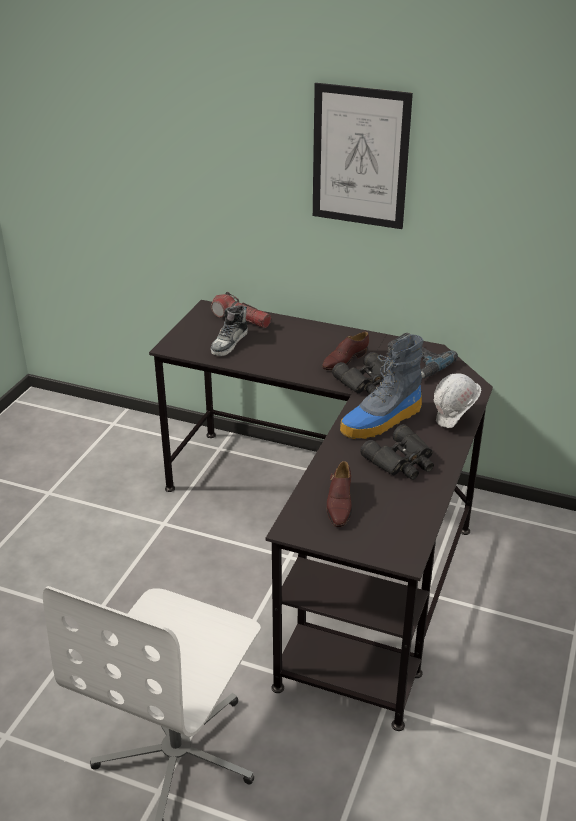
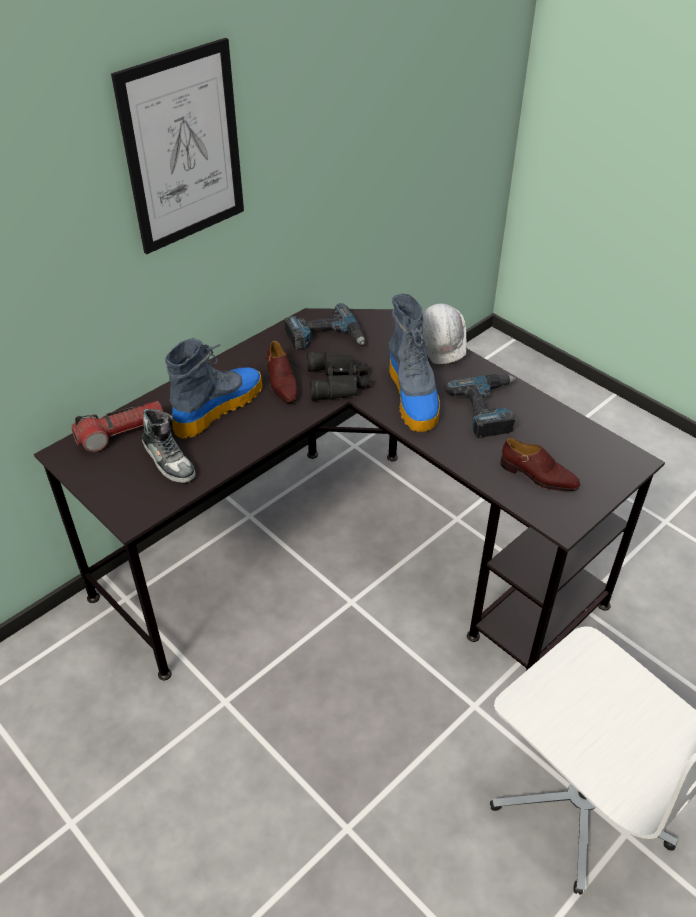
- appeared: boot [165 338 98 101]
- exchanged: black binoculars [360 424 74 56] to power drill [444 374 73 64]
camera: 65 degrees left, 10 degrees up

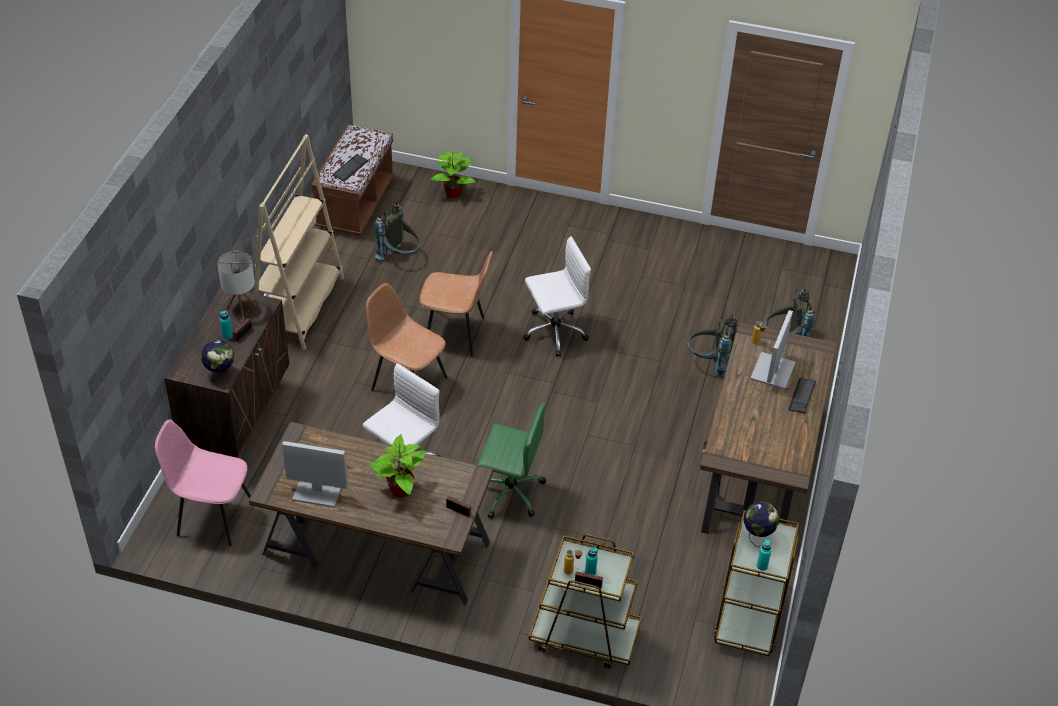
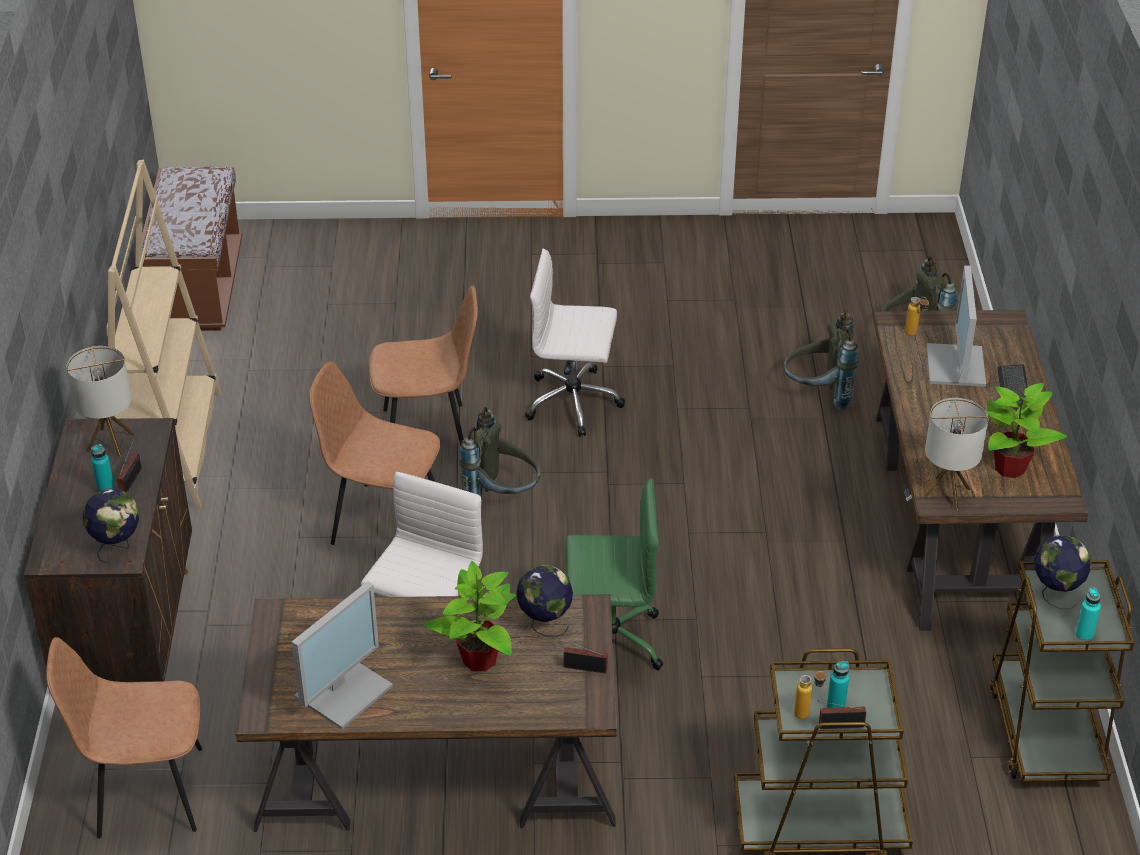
- missing: keyboard [333 154 35 28]
- appeared: globe [517 565 56 72]
- appeared: table lamp [923 398 65 112]
- relocated: grey backpack [374 202 47 58] to [459 407 81 89]
- relocated: potted plant [431 150 45 49] to [987 383 80 95]
- colour: pink chair [155 420 96 126] to brown chair [46 637 156 201]
- spun: monitor [282 441 66 66] = [292 581 101 148] 135 degrees clockwise
- spun: white office chair [523 236 68 121] = [525 249 100 188] 135 degrees counterclockwise
camera: 15 degrees left, 5 degrees down

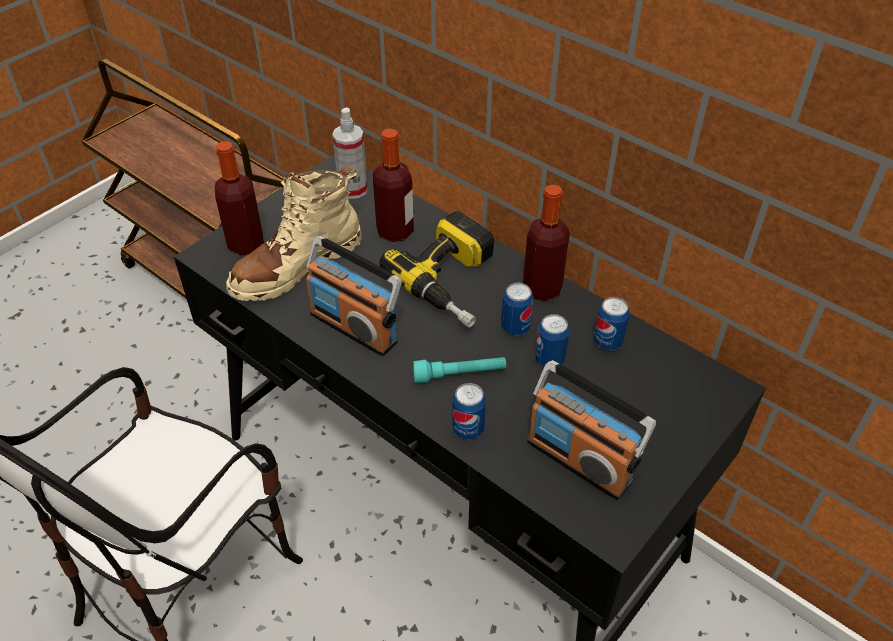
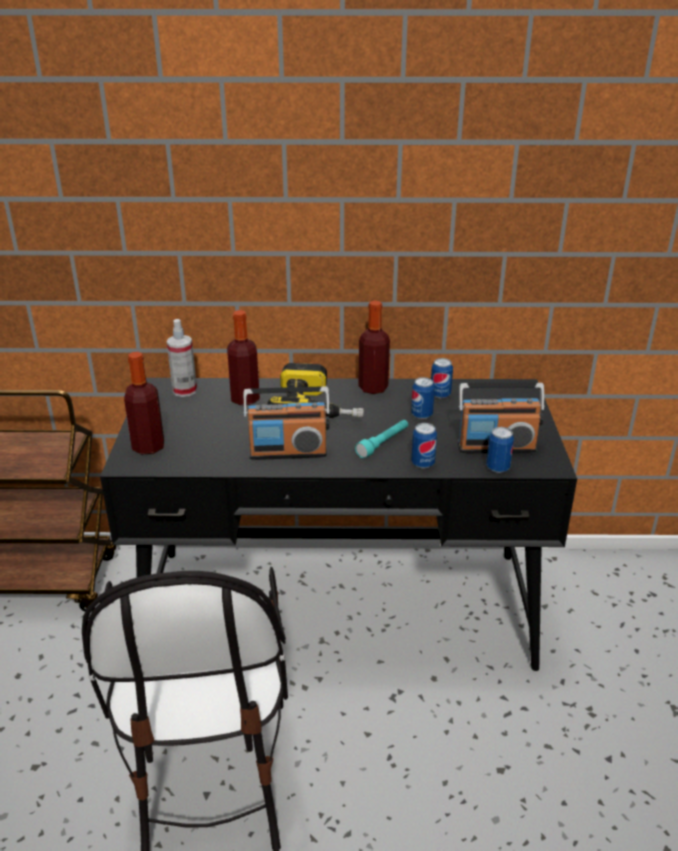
- missing: beige boot [226 167 136 134]
- relocated: can [501 282 32 54] to [486 427 28 46]
camera: 40 degrees left, 15 degrees down

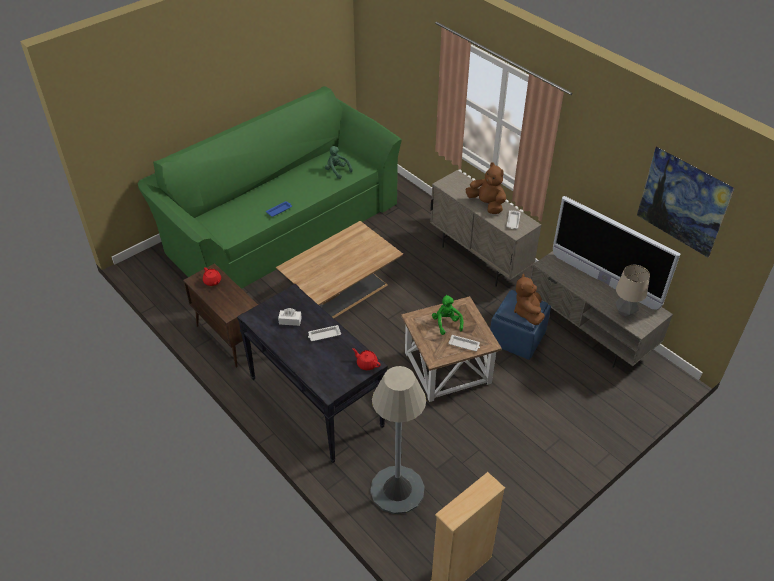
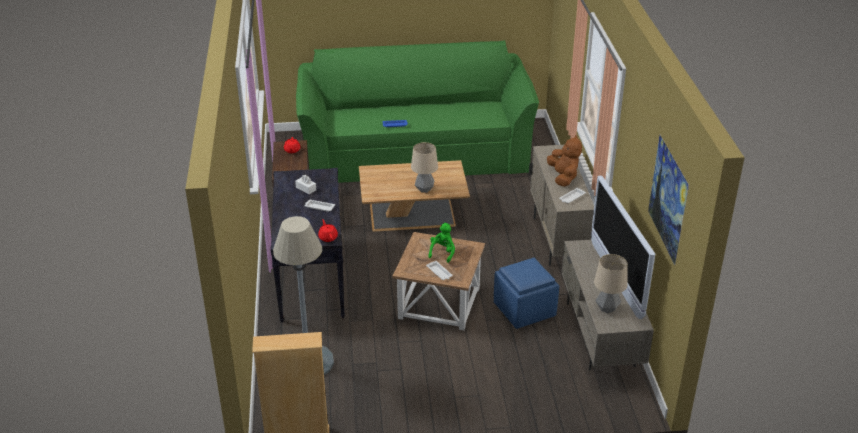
- missing: green plush toy [325 146 28 33]
- missing: brown plush toy [514 274 31 51]
- appeared: table lamp [411 142 27 51]
camera: 35 degrees right, 10 degrees down

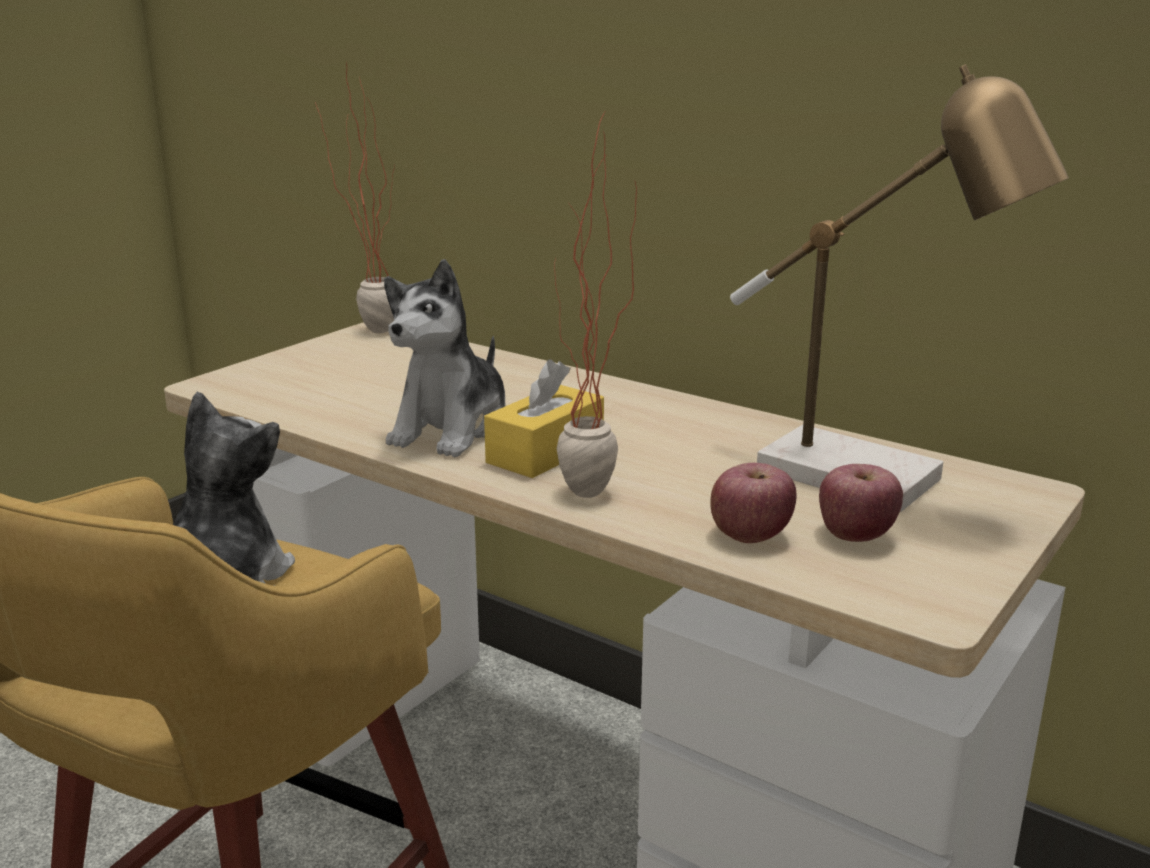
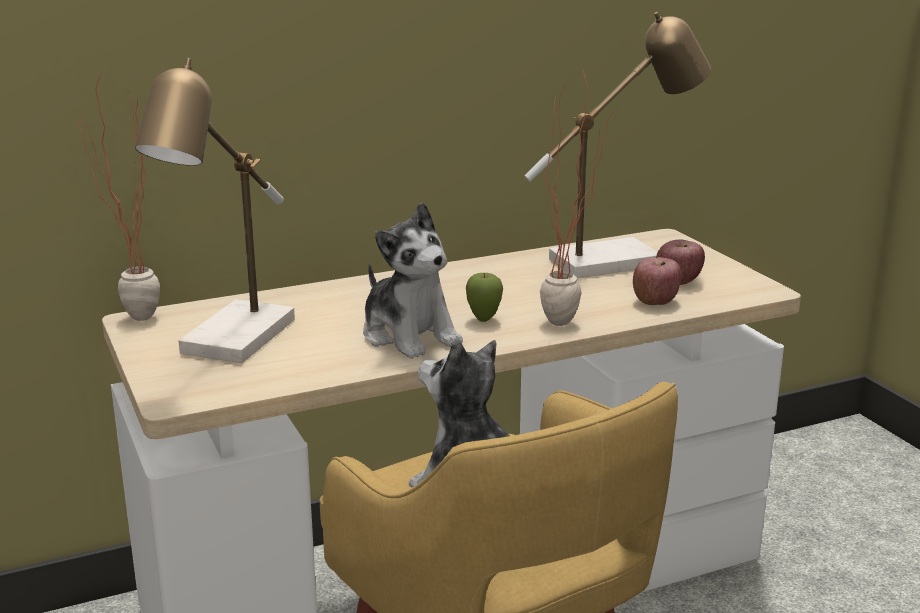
- appeared: table lamp [135 58 160 305]
- exchanged: yellow tissue box [484 359 120 119] to apple [466 273 37 49]
camera: 60 degrees left, 0 degrees up

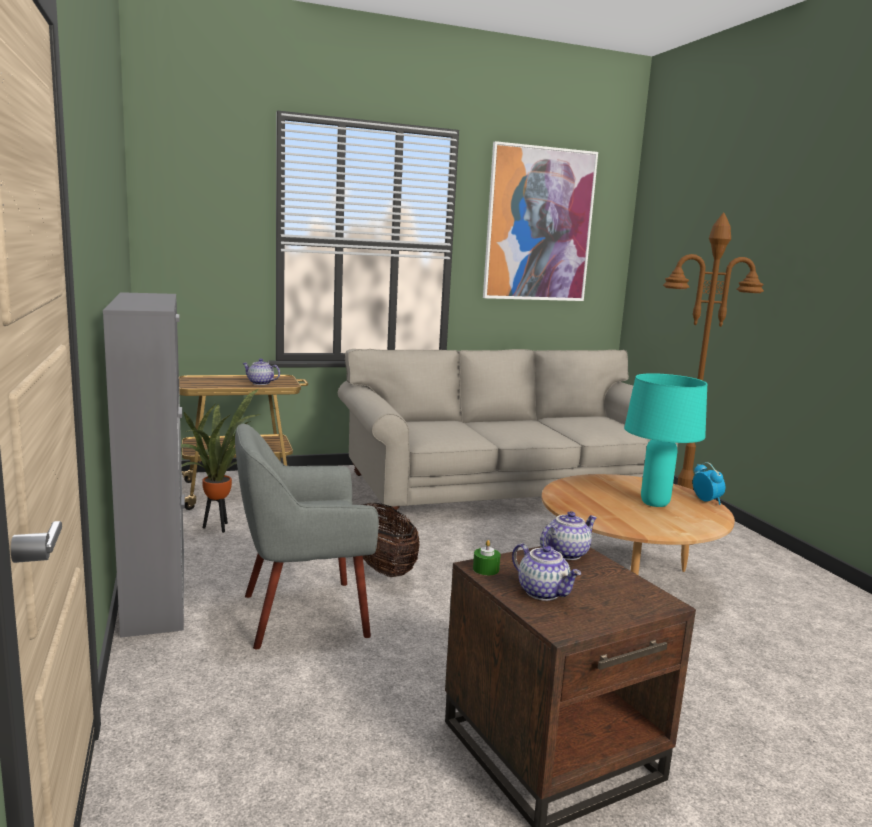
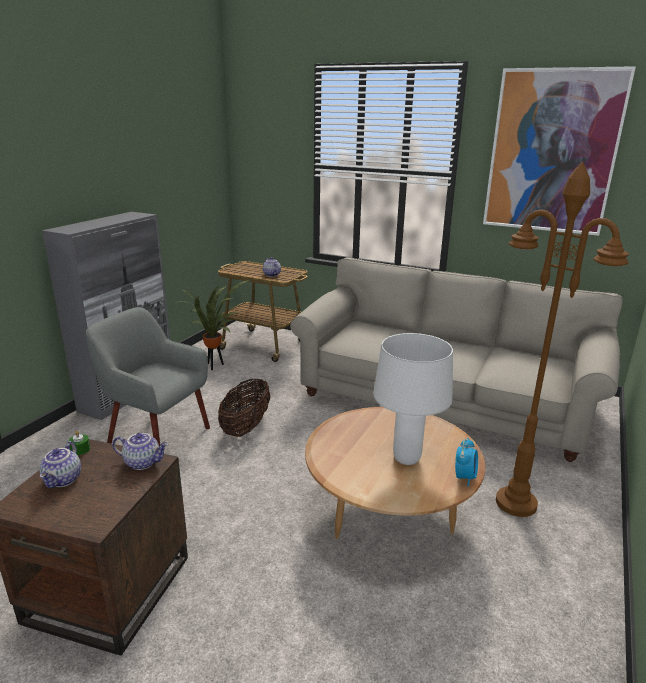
- colour: turquoise table lamp [624 373 83 134] to white table lamp [373 333 80 132]
camera: 45 degrees right, 10 degrees up

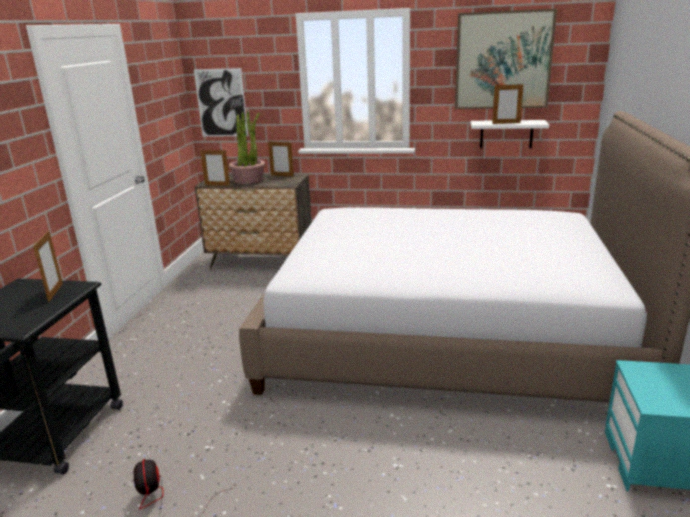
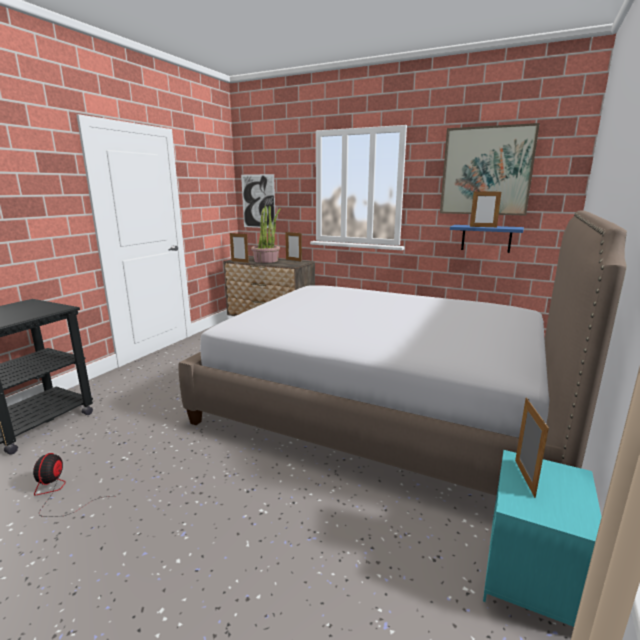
- relocated: picture frame [33 230 30 72] to [515 398 34 100]
- colour: white shelf [471 120 78 28] to blue shelf [450 225 74 28]
camera: 15 degrees right, 5 degrees down

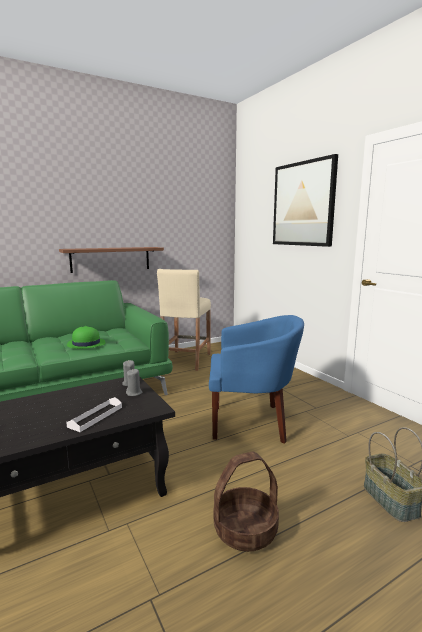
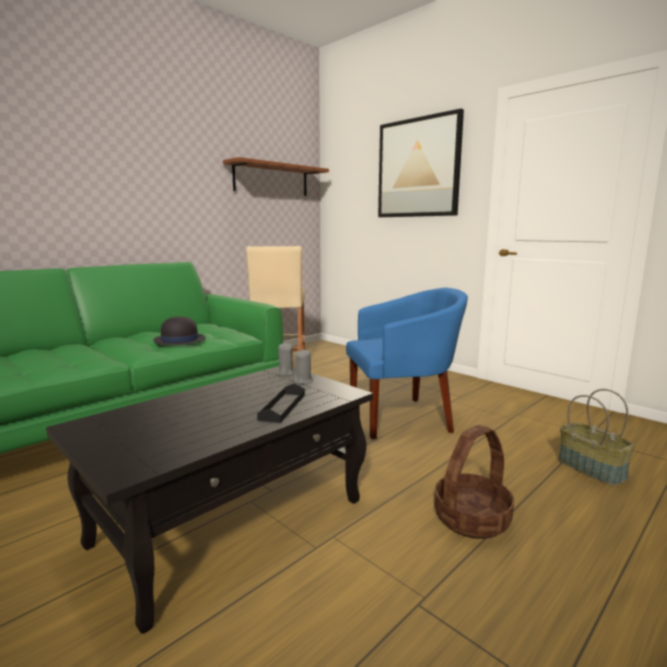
- relocated: brown shelf [59 247 105 26] to [223 157 106 39]
- colour: white tray [66 397 56 35] to black tray [257 383 48 40]
- colour: green hat [67 326 38 23] to black hat [154 316 52 29]
camera: 15 degrees left, 0 degrees up

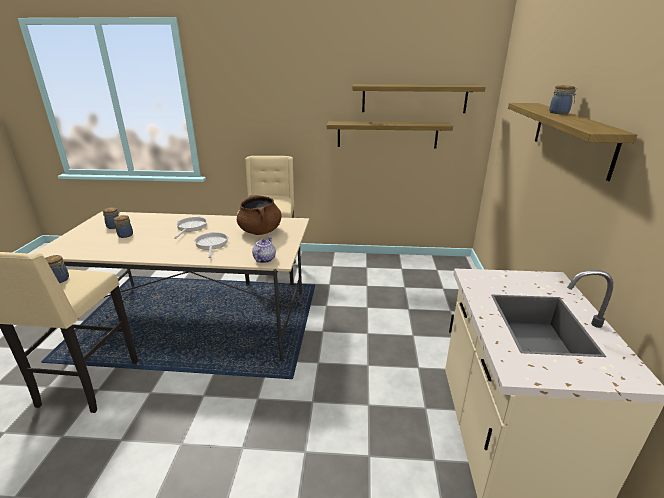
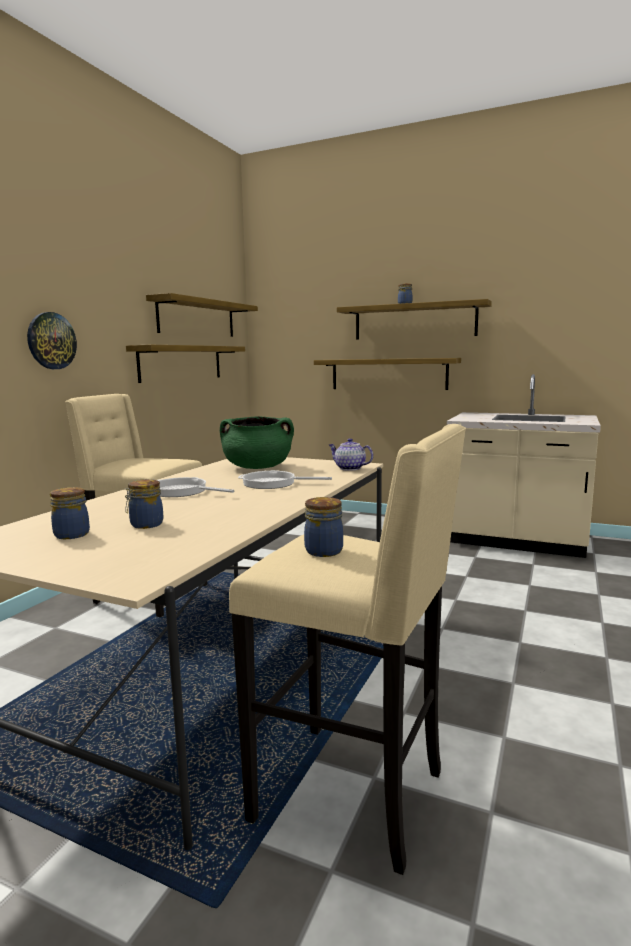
- appeared: wall clock [27 312 50 57]
- appeared: shelf [314 358 147 32]
- colour: brown cooking pot [237 195 45 40] to green cooking pot [220 416 74 53]
camera: 70 degrees left, 15 degrees down

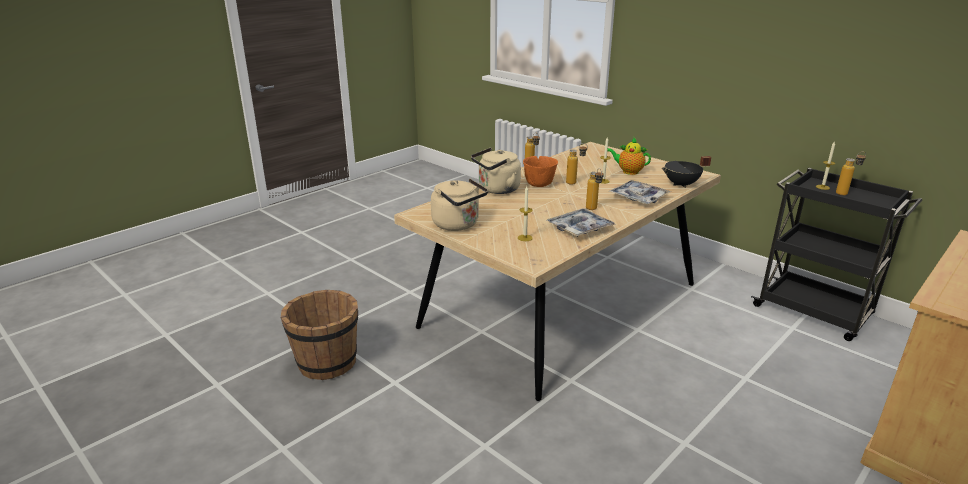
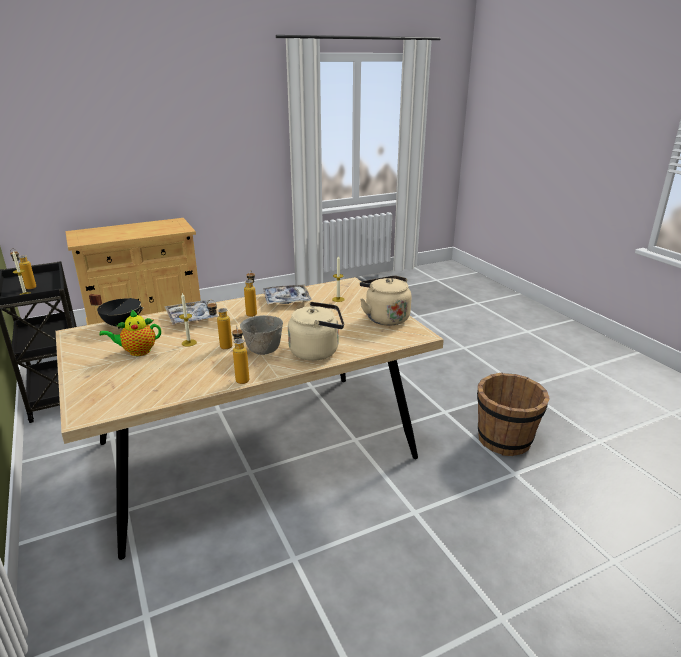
- colour: orange bowl [523 156 35 31] to grey bowl [240 315 43 40]
- spun: teapot [607 138 44 37] = [99 310 62 46] 120 degrees clockwise
camera: 160 degrees left, 0 degrees up

